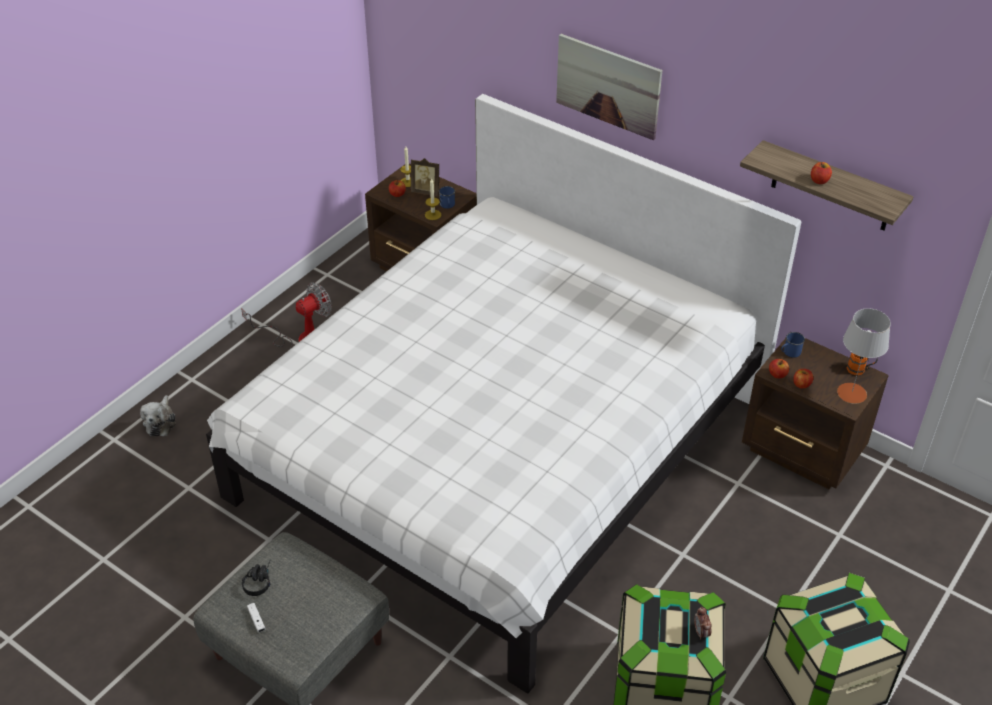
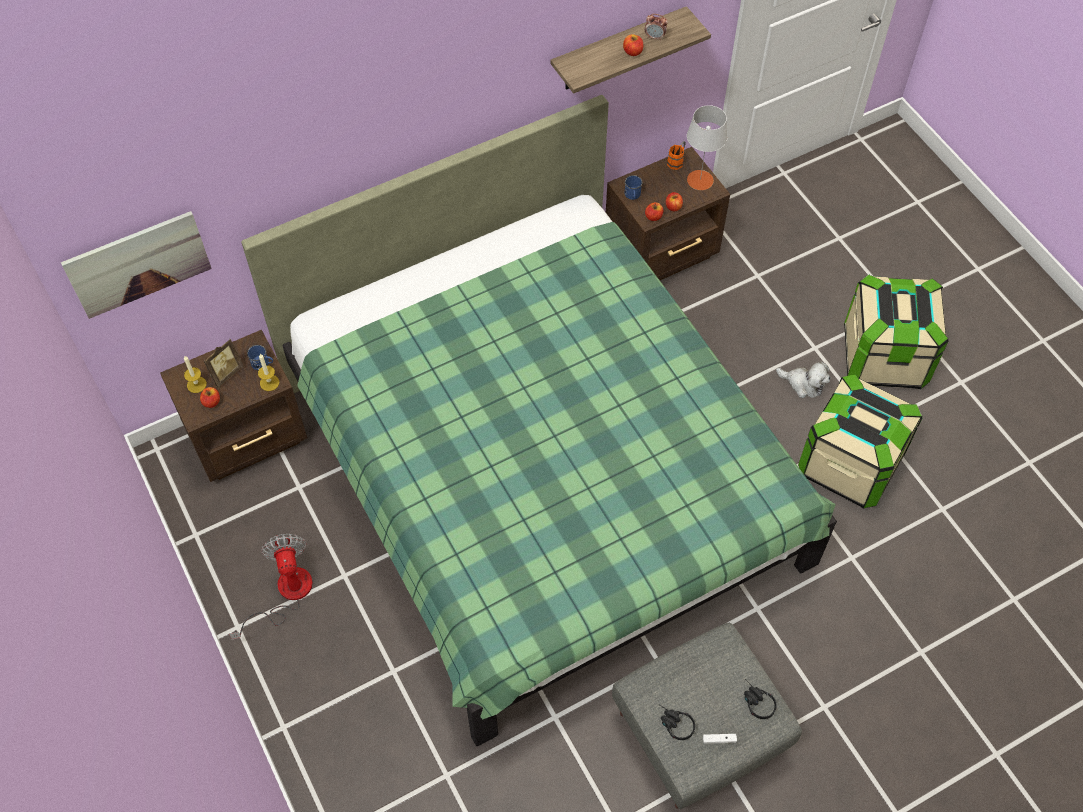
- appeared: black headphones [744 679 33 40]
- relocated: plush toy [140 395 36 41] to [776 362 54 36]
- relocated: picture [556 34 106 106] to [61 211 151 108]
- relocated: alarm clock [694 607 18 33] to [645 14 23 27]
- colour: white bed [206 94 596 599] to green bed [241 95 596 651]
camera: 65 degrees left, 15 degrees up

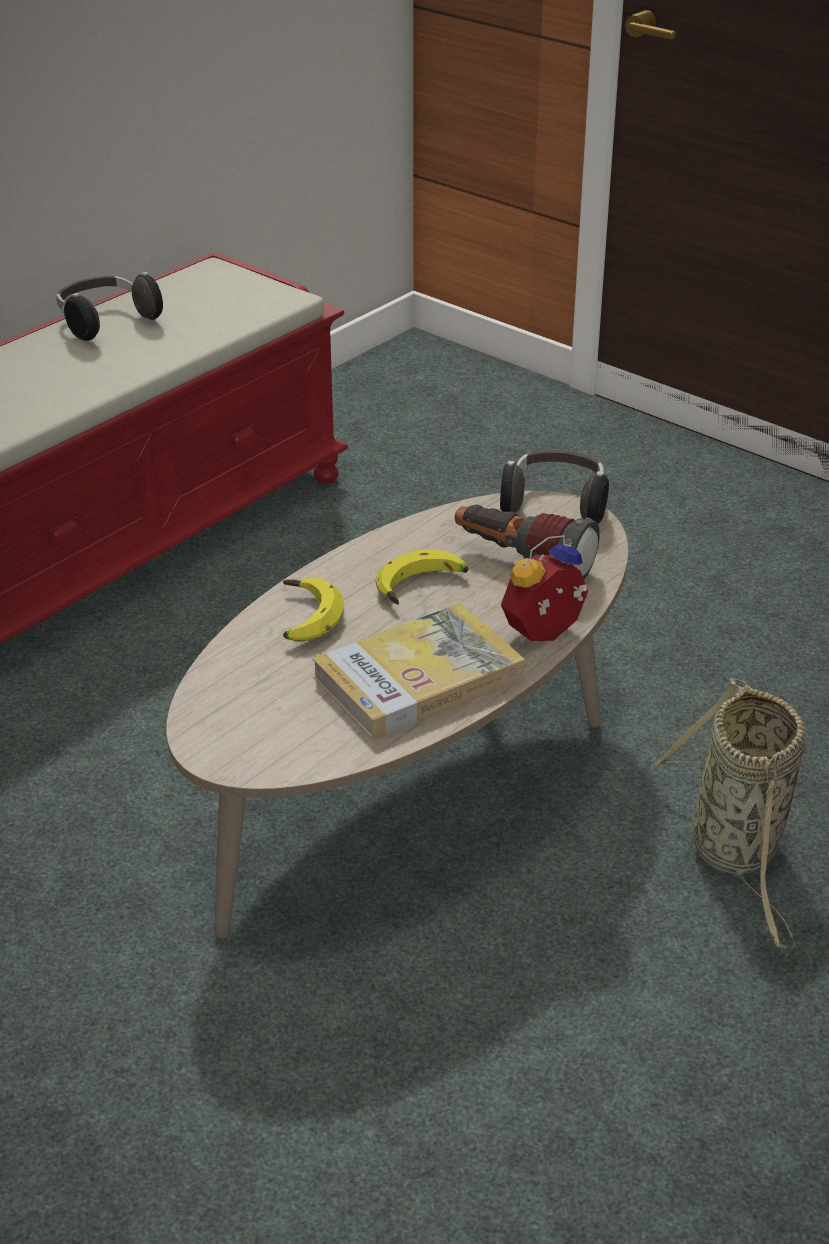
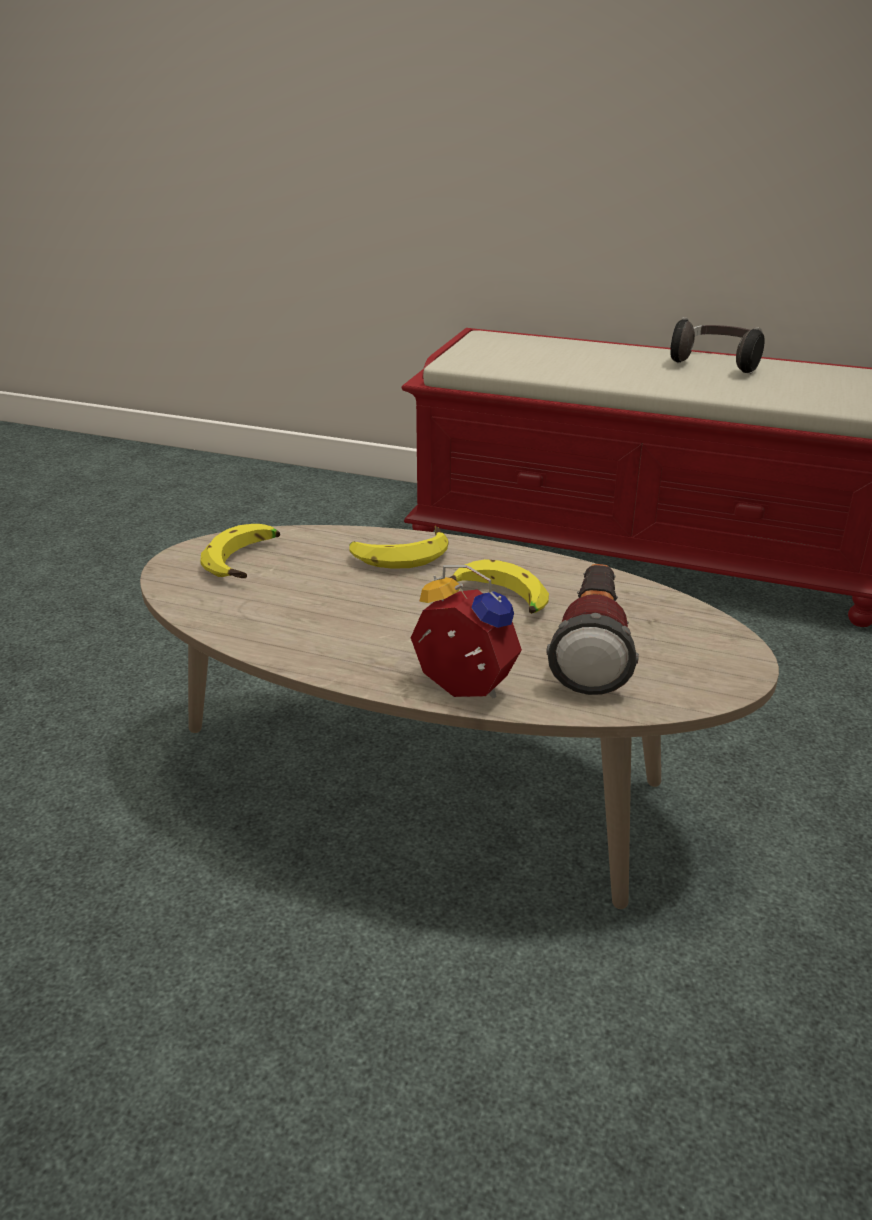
- missing: book [312 603 213 137]
- missing: headphones [500 450 109 74]
- missing: basket [653 678 153 271]
- appeared: banana [200 524 80 54]
camera: 70 degrees right, 5 degrees down

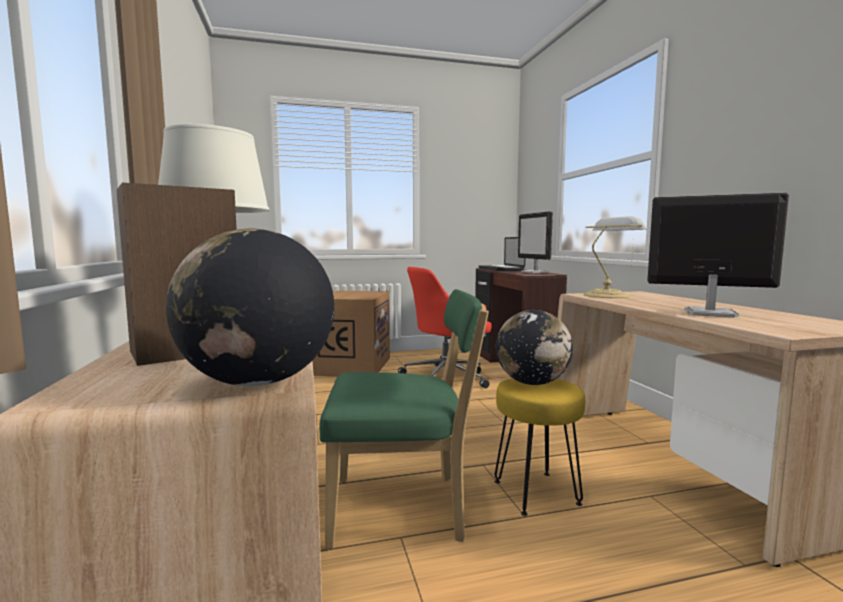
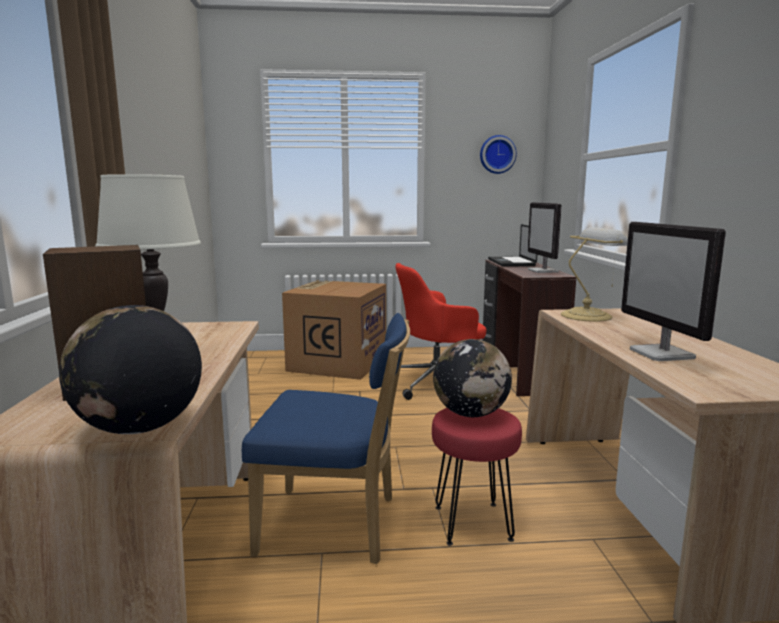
- appeared: wall clock [480 135 37 39]
- colour: green chair [319 289 170 260] to blue chair [242 313 168 251]
- colour: yellow stool [495 378 90 138] to red stool [432 408 90 138]
- spun: monitor [647 193 142 124] = [621 222 105 139] 135 degrees counterclockwise
camera: 10 degrees right, 5 degrees up

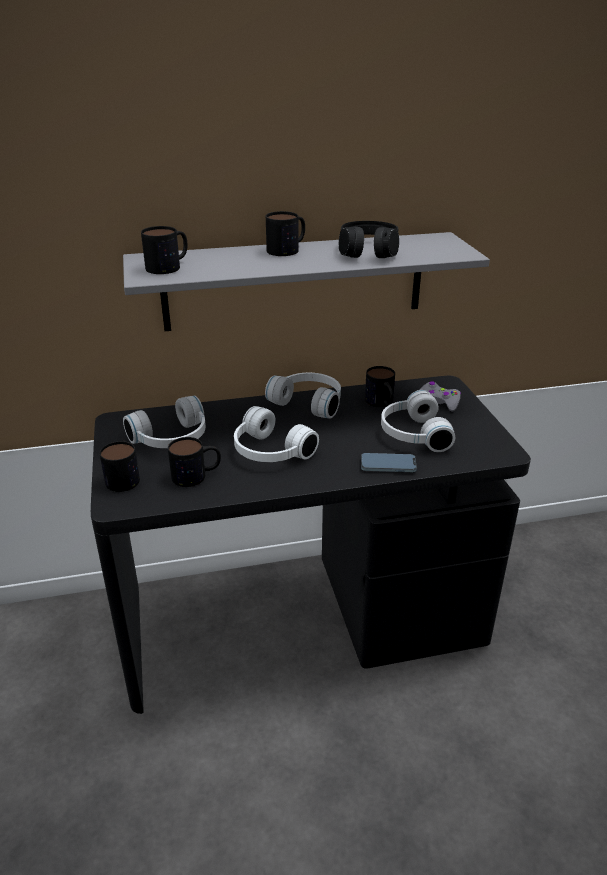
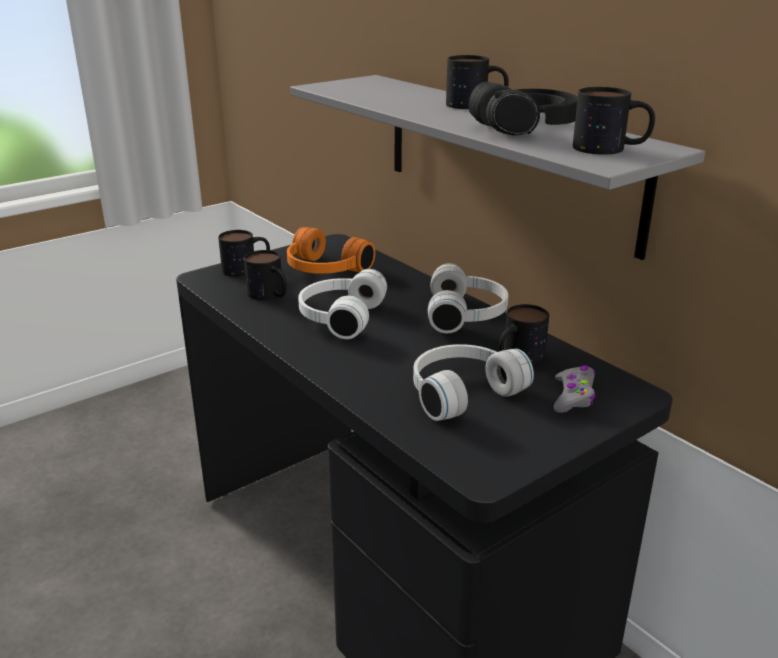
- missing: phone [361 453 56 19]
- relocated: mug [141 226 47 48] to [573 87 82 68]
- colour: white headphones [123 396 83 52] to orange headphones [287 227 88 47]
camera: 65 degrees right, 5 degrees down

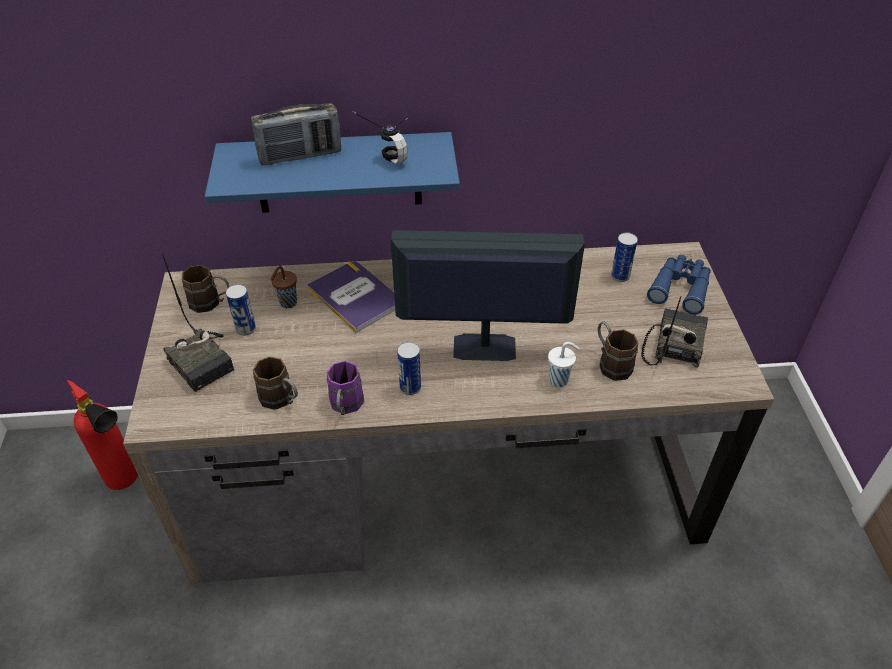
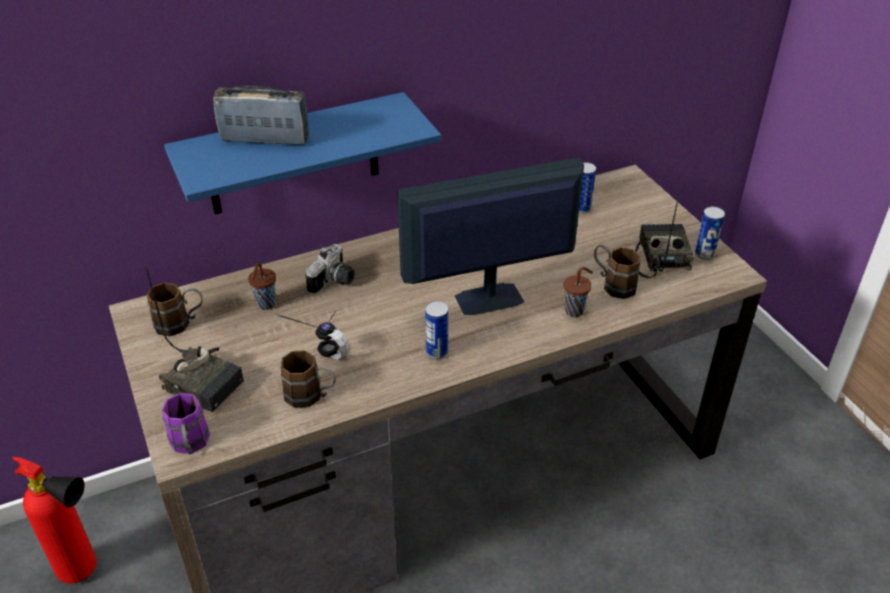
- missing: blue binoculars [647 255 64 60]
- relocated: can [226 284 30 52] to [695 207 30 53]
- relocated: purple mug [327 361 37 54] to [162 393 48 61]
- relocated: headphones [353 111 55 53] to [276 310 73 50]
- exchanged: book [307 261 88 72] to photo camera [305 244 50 51]
- colour: white cup [548 342 32 45] to brown cup [564 267 29 50]
- spun: radio [251 103 90 63] = [213 85 96 60] 135 degrees counterclockwise
camera: 20 degrees left, 5 degrees down

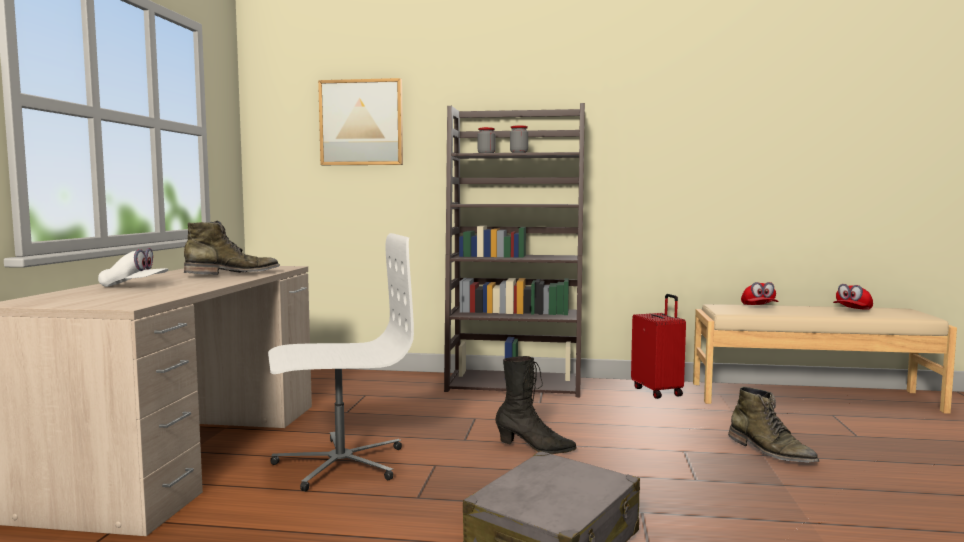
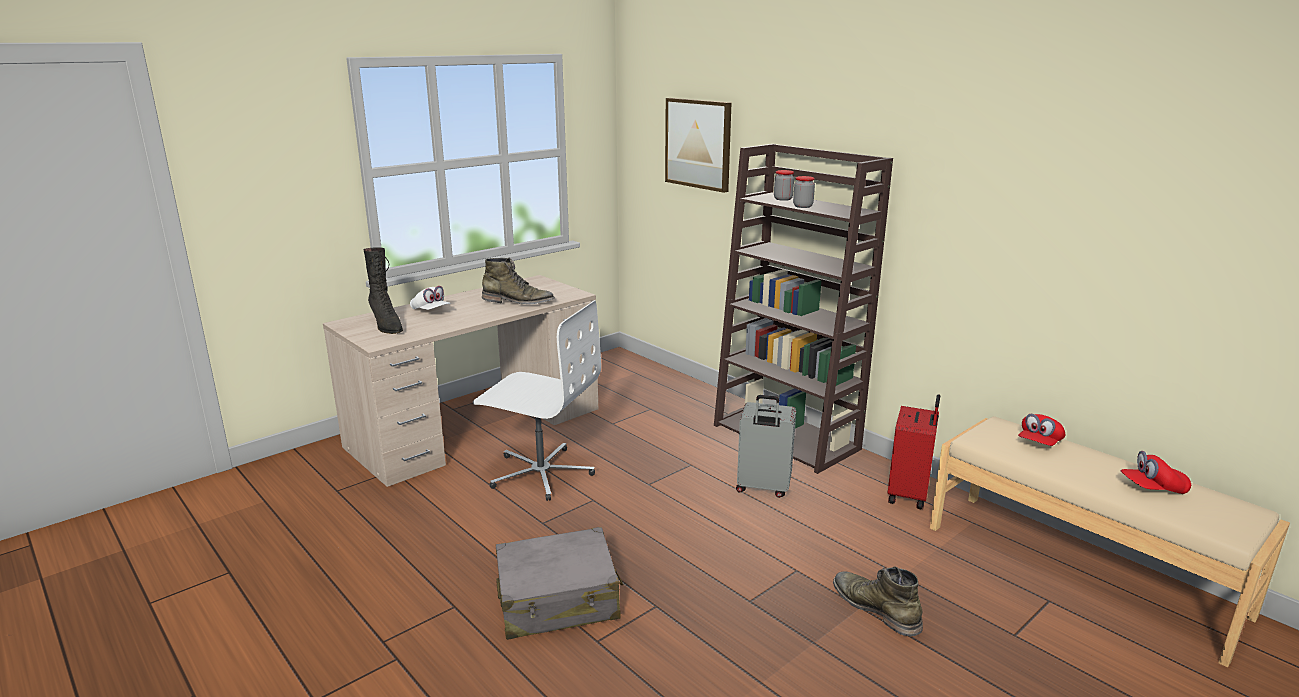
- appeared: grey suitcase [736 395 60 103]
- relocated: black boot [496 356 80 98] to [363 247 40 87]
- spun: green boot [728 387 91 76] = [833 567 90 69] 135 degrees clockwise
camera: 40 degrees right, 15 degrees up

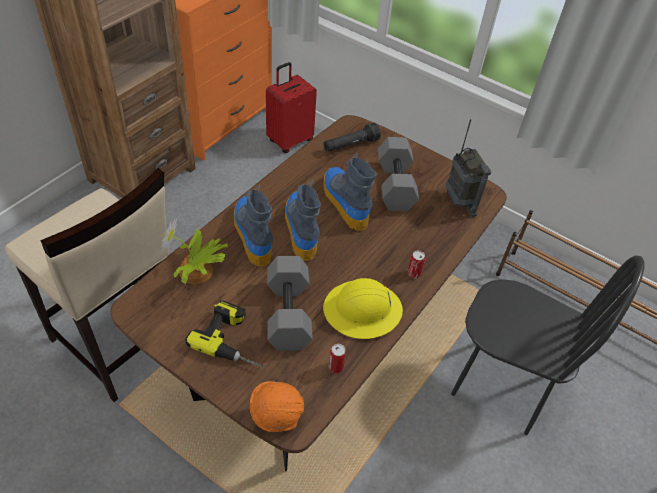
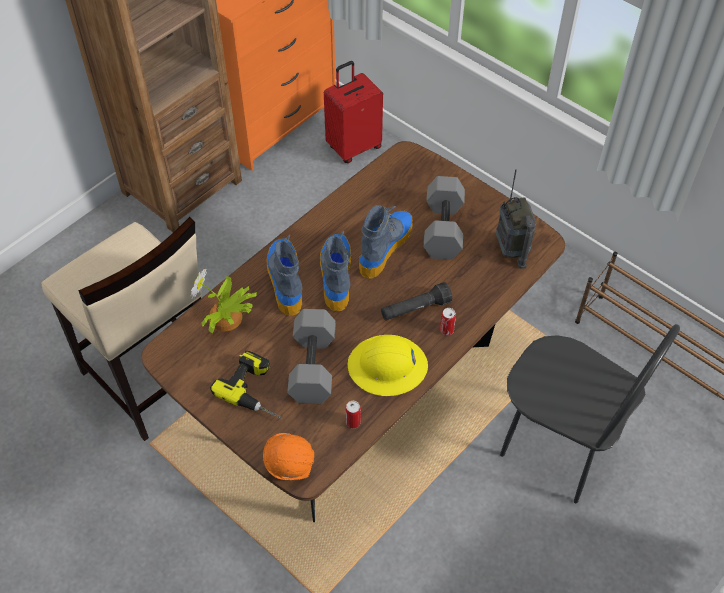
- relocated: black flashlight [324 123 57 29] to [381 282 71 39]
- spun: boot [323 153 54 78] = [359 205 54 74] 45 degrees clockwise
camera: 10 degrees right, 5 degrees up

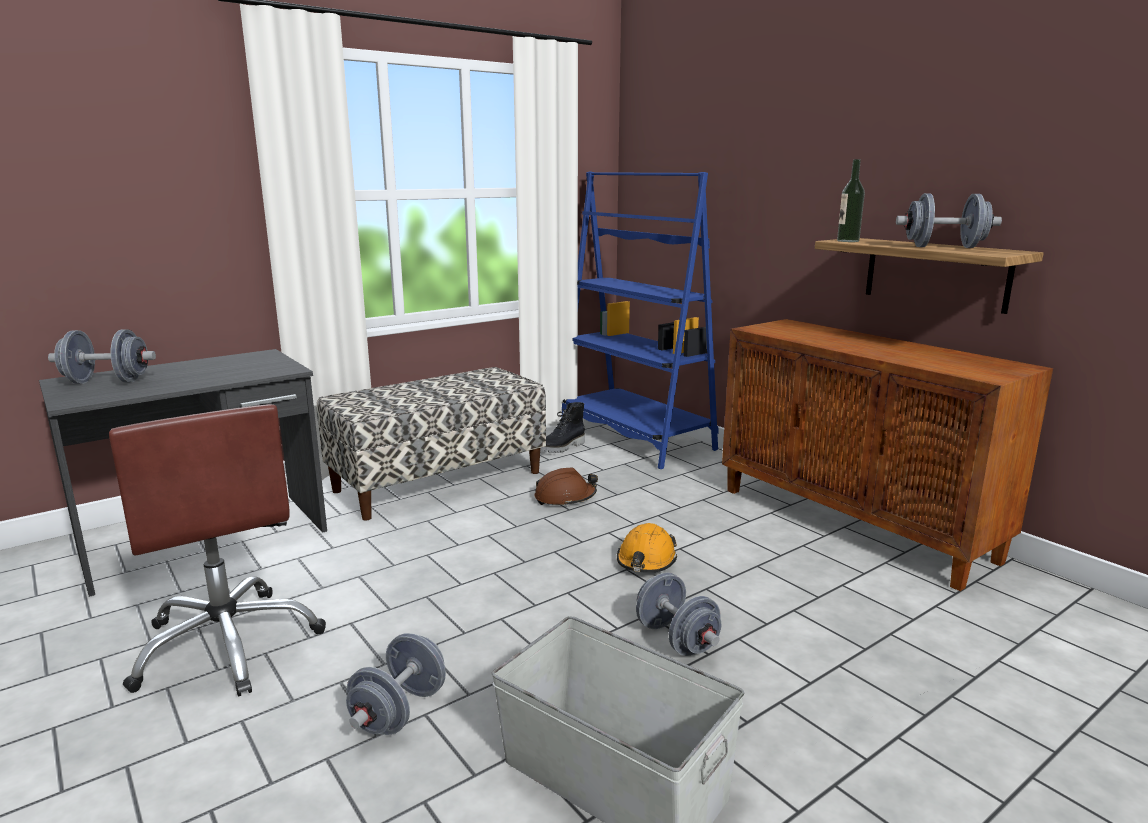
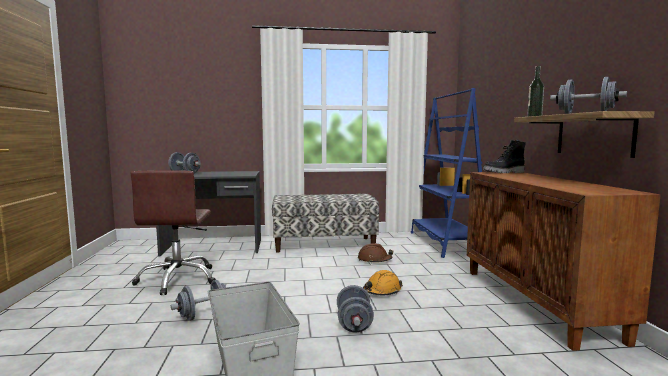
- relocated: black boot [540 402 45 51] to [483 140 43 33]
camera: 30 degrees right, 10 degrees down

